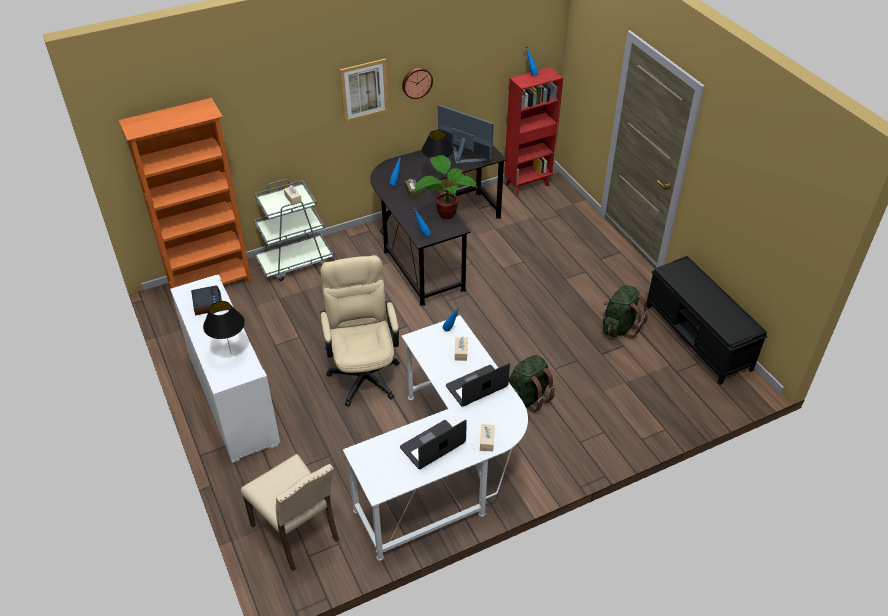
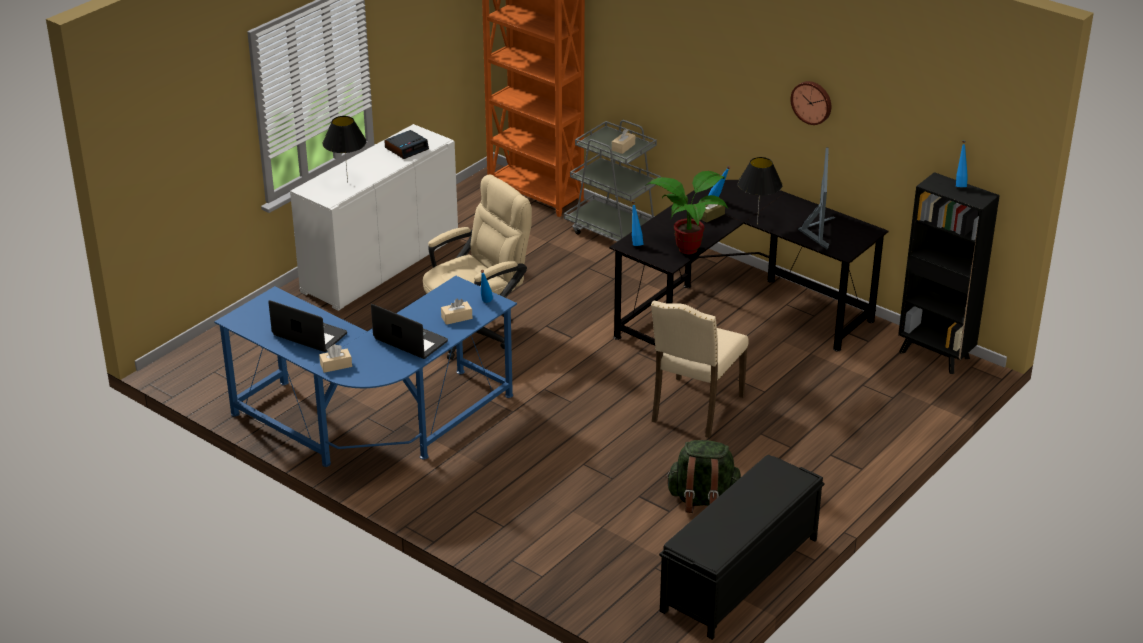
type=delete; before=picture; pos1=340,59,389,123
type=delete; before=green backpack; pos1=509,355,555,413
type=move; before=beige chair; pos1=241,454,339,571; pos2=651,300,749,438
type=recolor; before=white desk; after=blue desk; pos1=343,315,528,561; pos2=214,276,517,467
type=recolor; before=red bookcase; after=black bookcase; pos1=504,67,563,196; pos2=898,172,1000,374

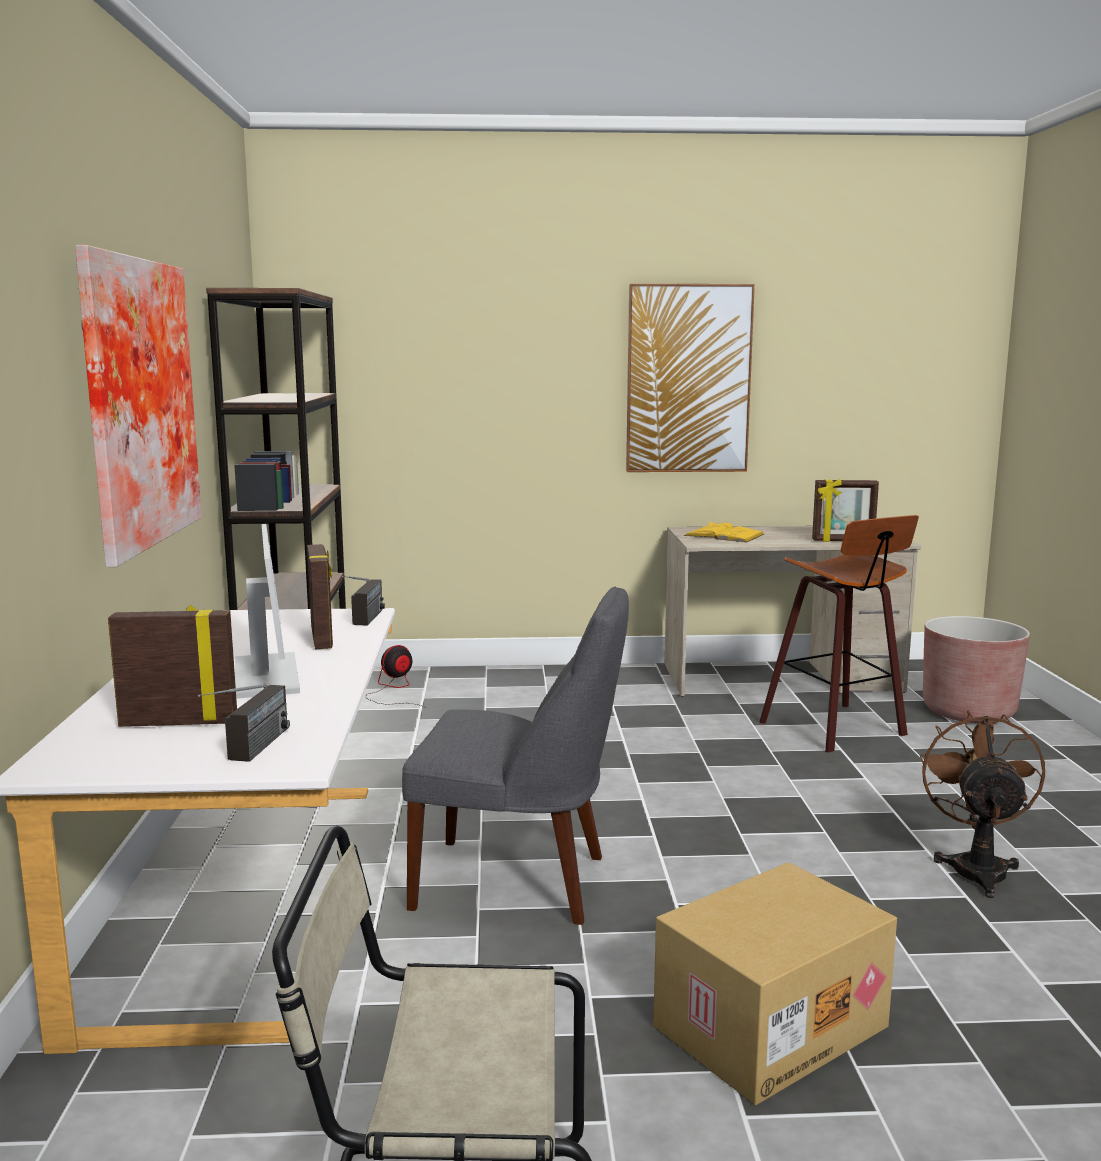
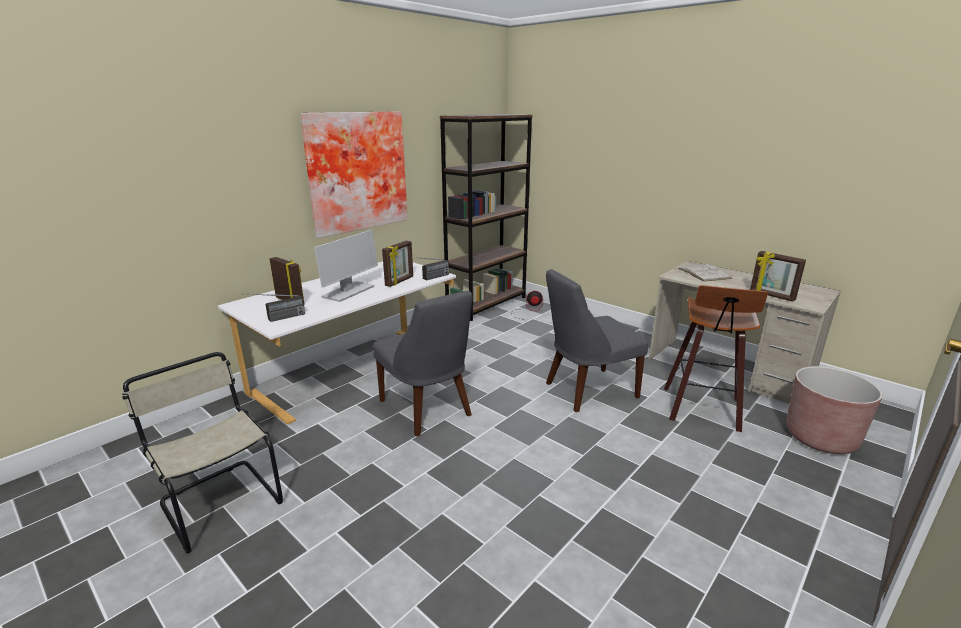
type=delete; before=picture; pos1=626,284,755,472
type=delete; before=cardboard box; pos1=653,862,897,1105
type=delete; before=brown fan; pos1=920,710,1045,898
type=insert; after=grey chair; pos2=546,269,648,412
type=recolor; before=yellow book; after=white book; pos1=684,522,764,542; pos2=678,263,732,282

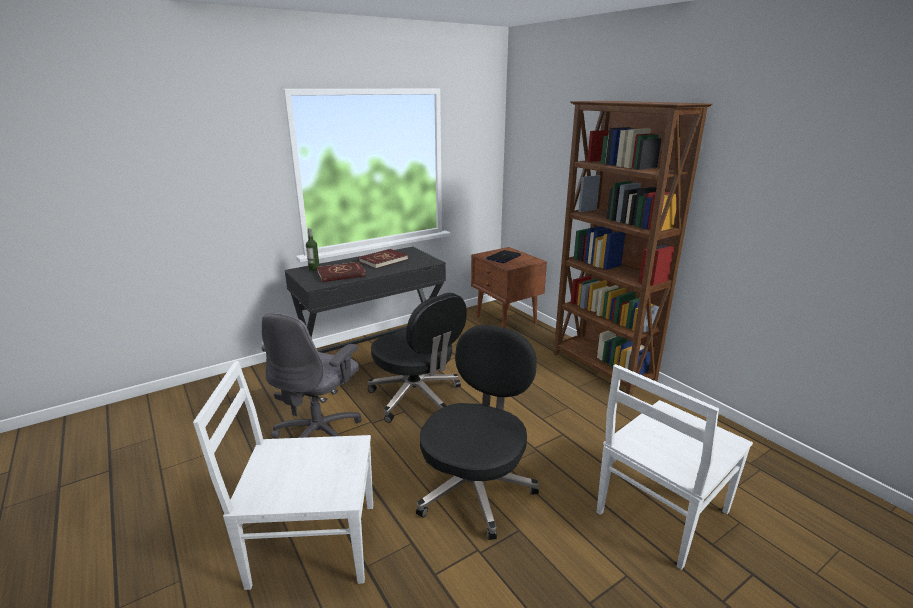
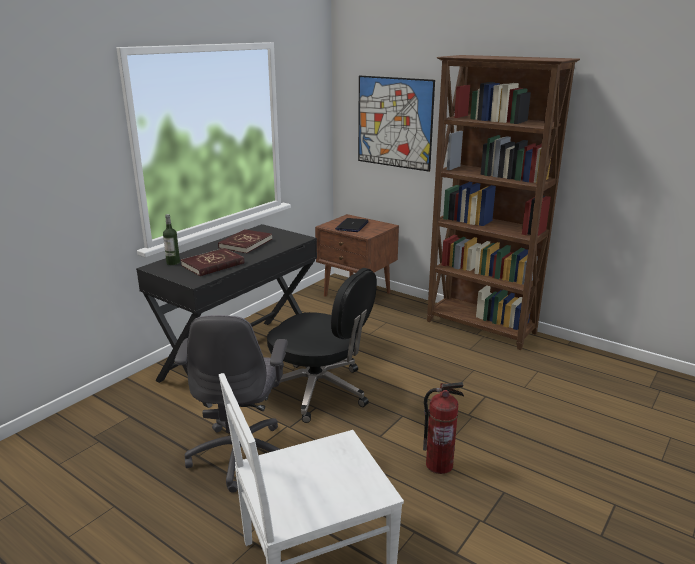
type=delete; before=white chair; pos1=597,364,753,570
type=insert; after=picture; pos2=358,76,435,172
type=replace; before=black office chair; after=fire extinguisher; pos1=416,325,539,540; pos2=423,382,464,474

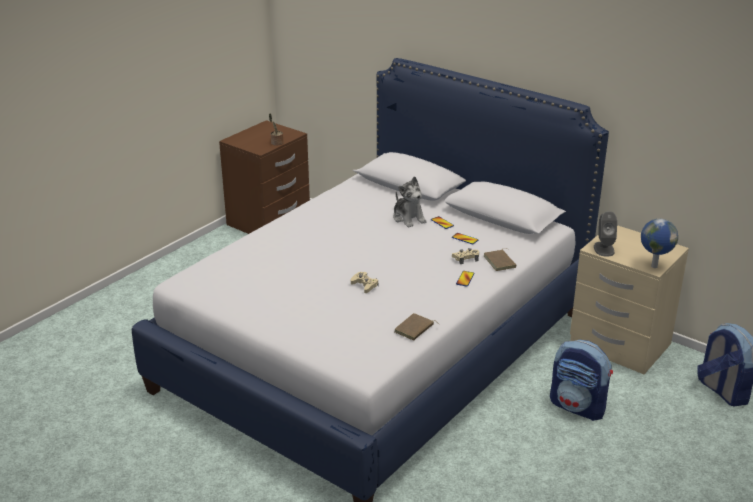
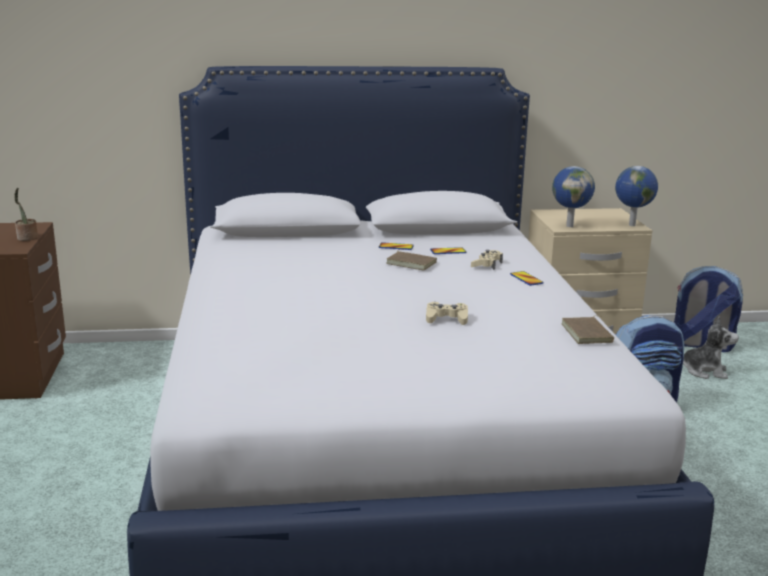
type=move; before=plush toy; pos1=393,176,427,227; pos2=683,316,739,379
type=move; before=brown book; pos1=484,248,516,271; pos2=386,249,437,270
type=replace; before=grey speaker; after=globe; pos1=594,211,617,257; pos2=552,166,595,227

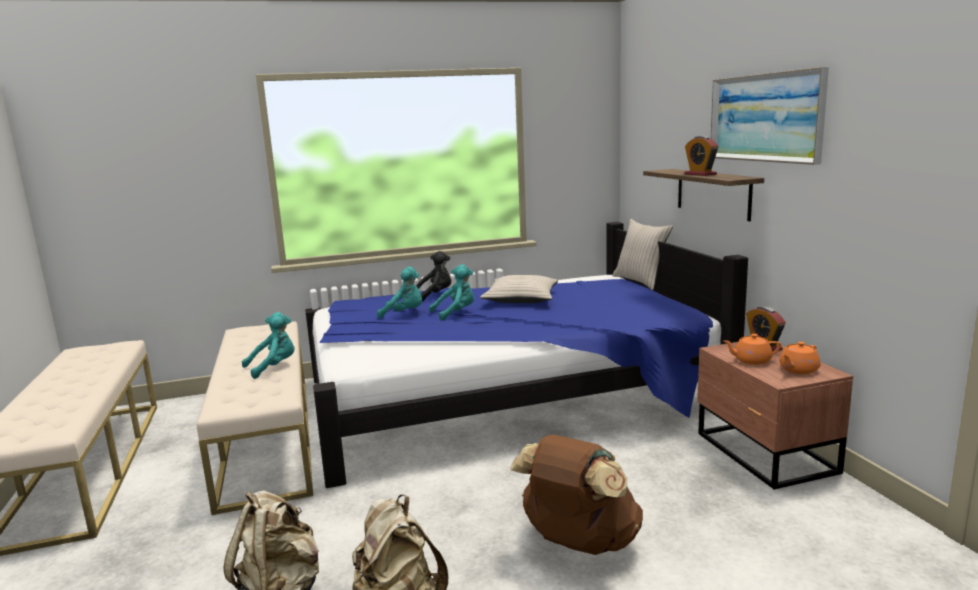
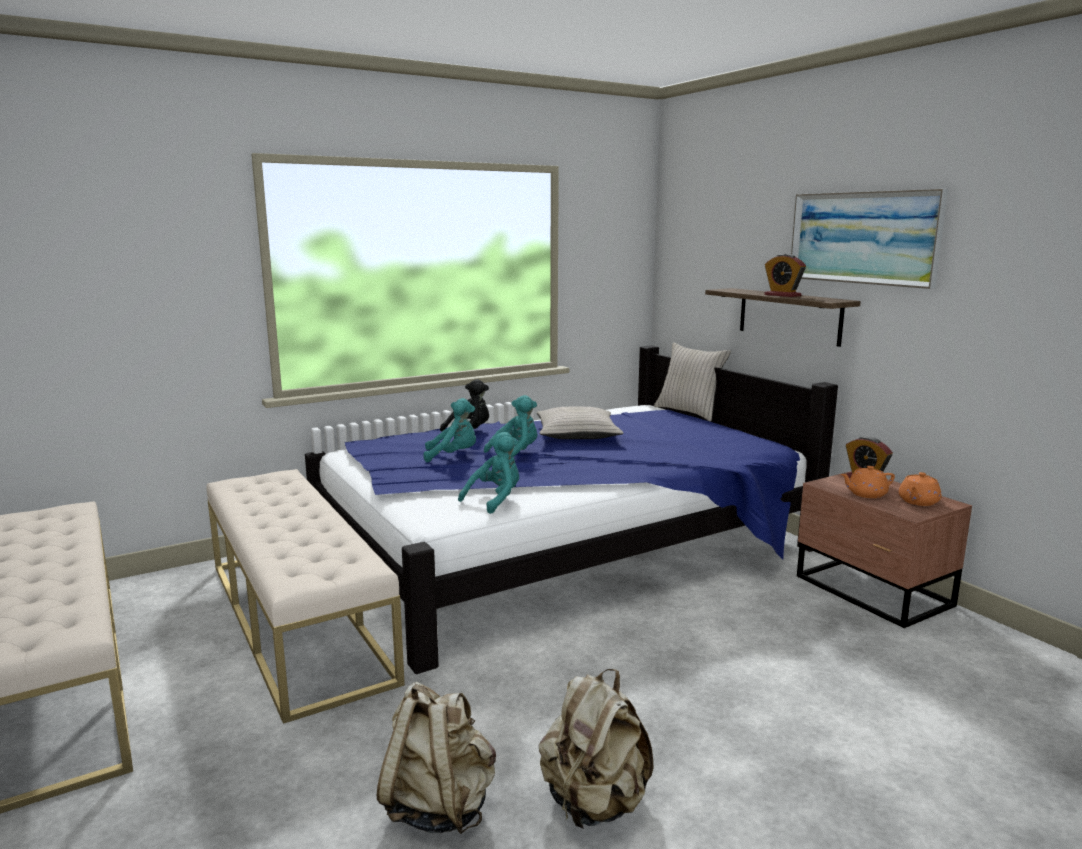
type=delete; before=brown backpack; pos1=510,434,643,555
type=move; before=turquoise plush toy; pos1=242,312,295,379; pos2=458,432,519,514

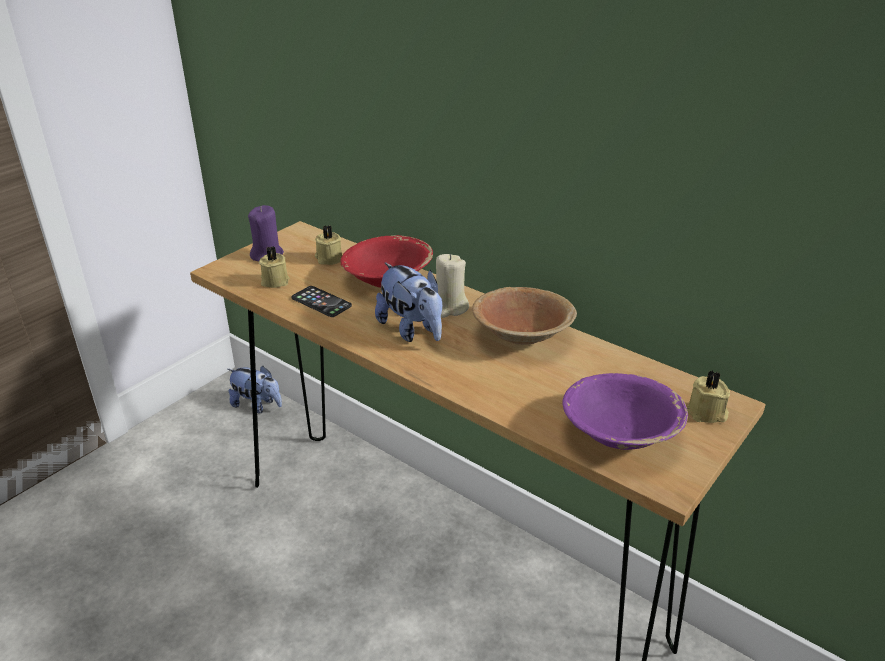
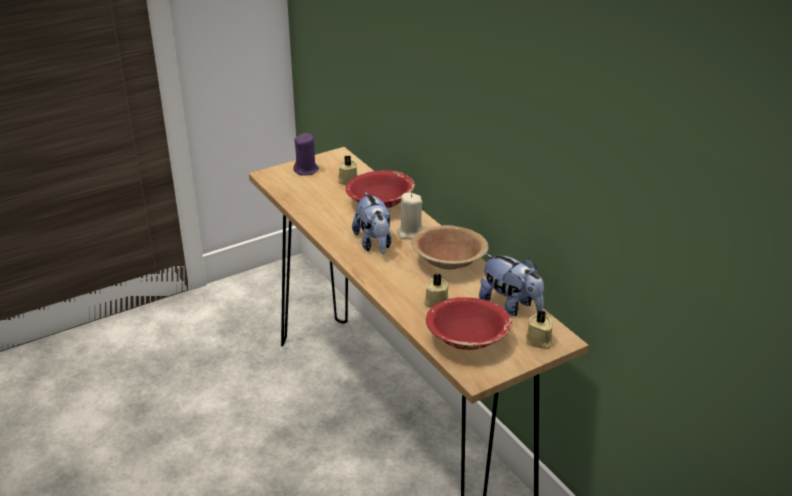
type=delete; before=phone; pos1=291,286,352,317
type=move; before=plush toy; pos1=228,366,282,413; pos2=479,254,544,316
type=move; before=beige candle; pos1=259,246,290,288; pos2=424,274,449,308
type=recolor; before=purple bowl; after=red bowl; pos1=563,373,688,450; pos2=426,297,513,350

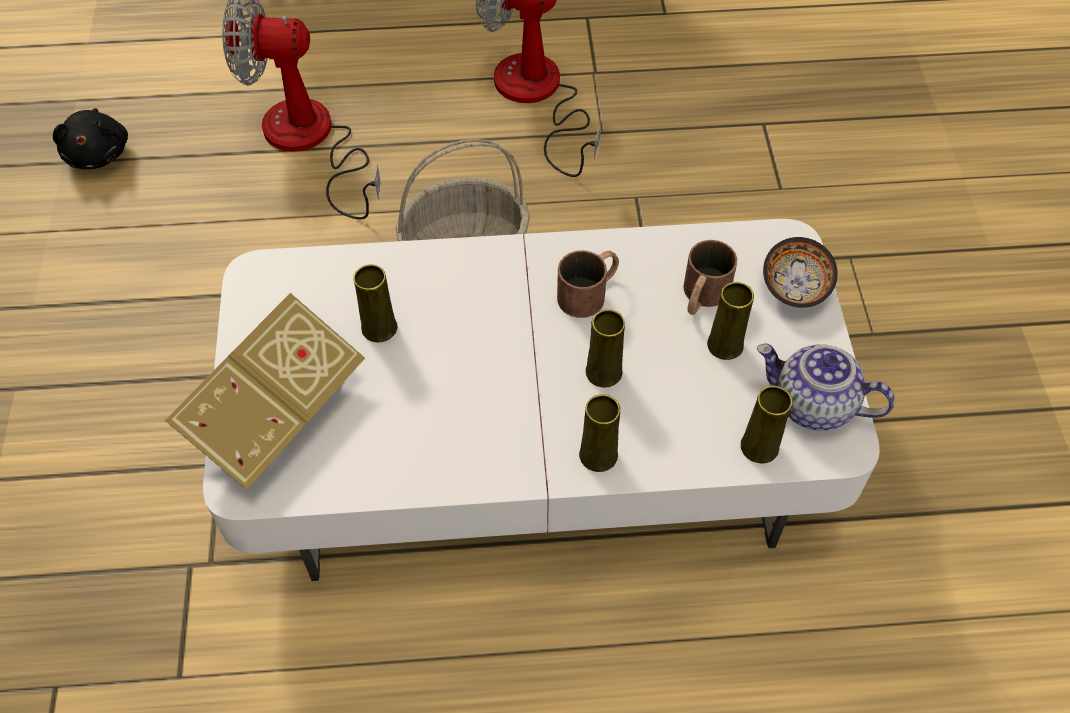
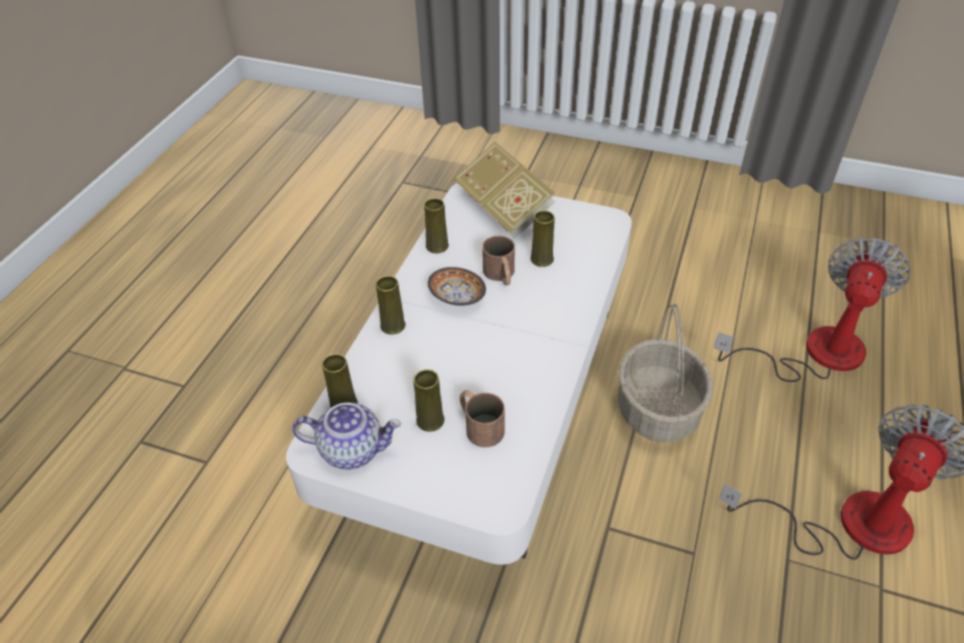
type=delete; before=black plush toy; pos1=53,108,128,169
type=move; before=brown mug; pos1=557,250,619,318; pos2=482,236,515,286
type=move; before=yellow vase; pos1=586,309,625,387; pos2=424,198,449,253
type=move; before=bowl; pos1=763,237,838,308; pos2=428,267,486,306
type=rotate; before=teapot; pos1=757,344,895,431; pos2=292,403,401,469; turn=45

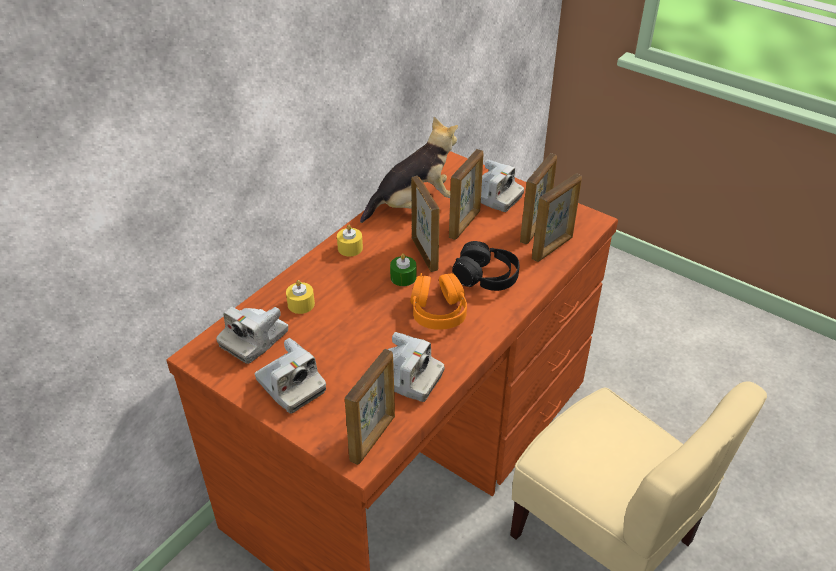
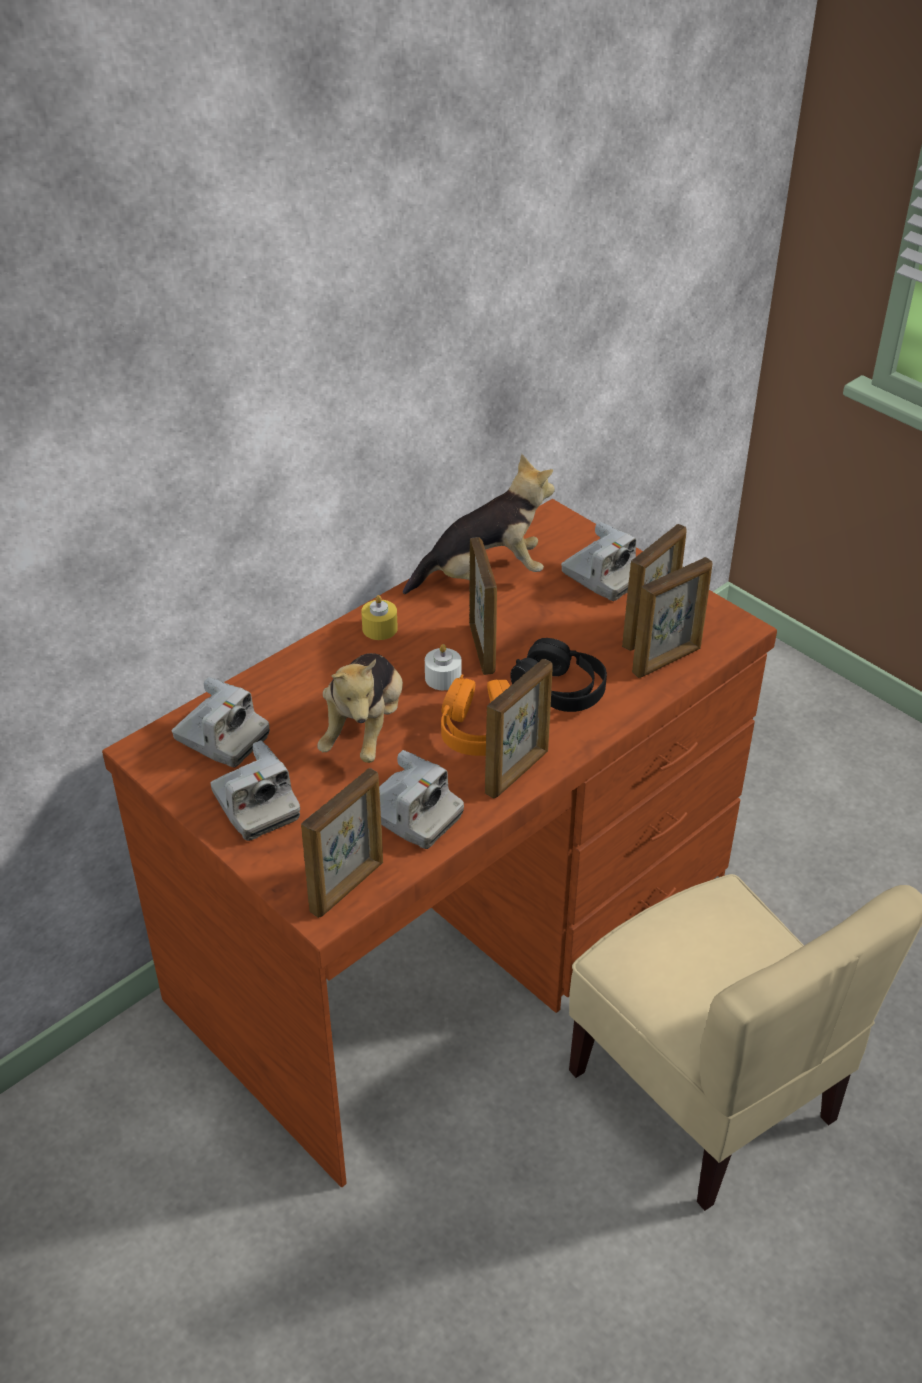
type=delete; before=yellow candle; pos1=286,280,315,314
type=insert; after=plush toy; pos2=317,653,403,763
type=move; before=picture frame; pos1=449,149,483,240; pos2=485,658,553,798
type=recolor; before=green candle; after=white candle; pos1=390,253,416,286; pos2=425,644,462,690
type=rotate; before=photo camera; pos1=216,307,288,364; pos2=172,677,270,767; turn=-105

